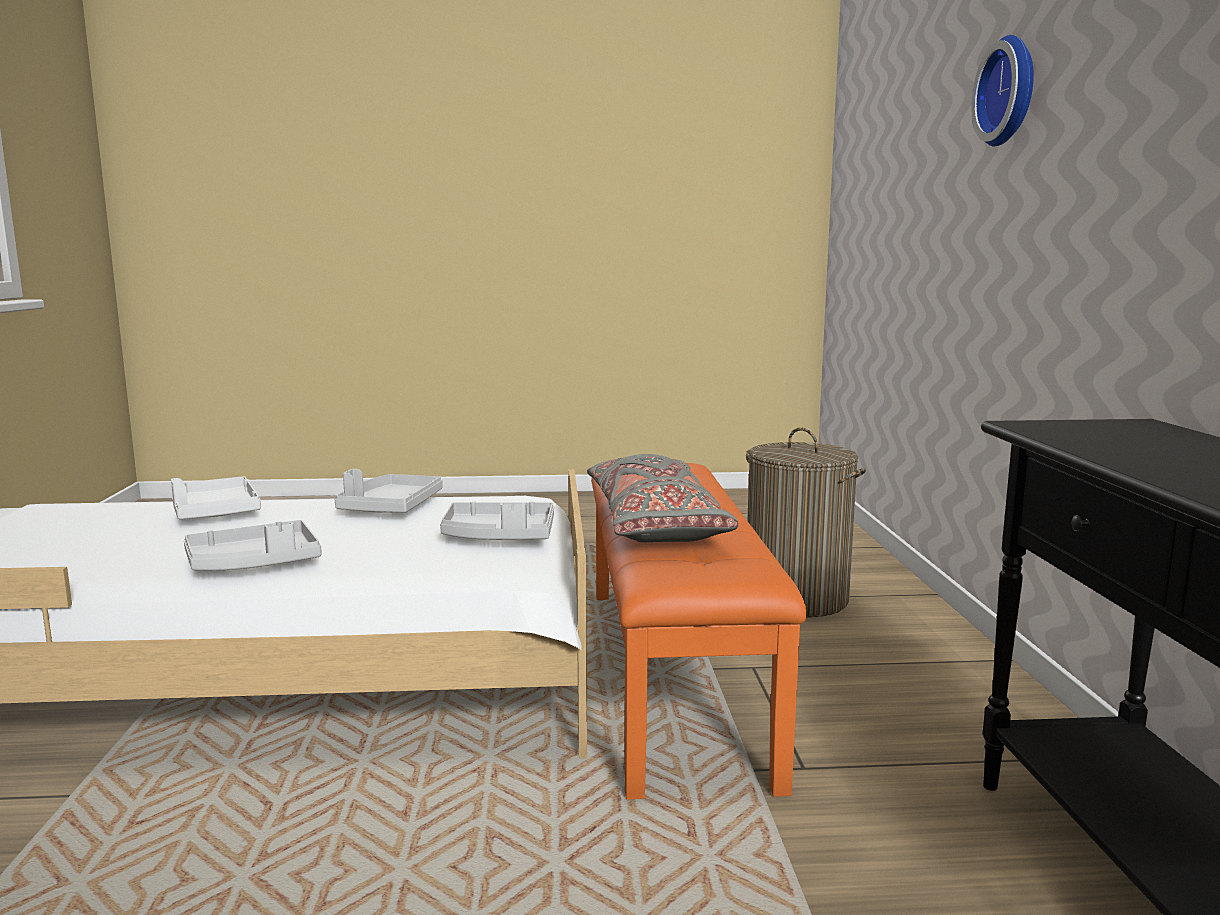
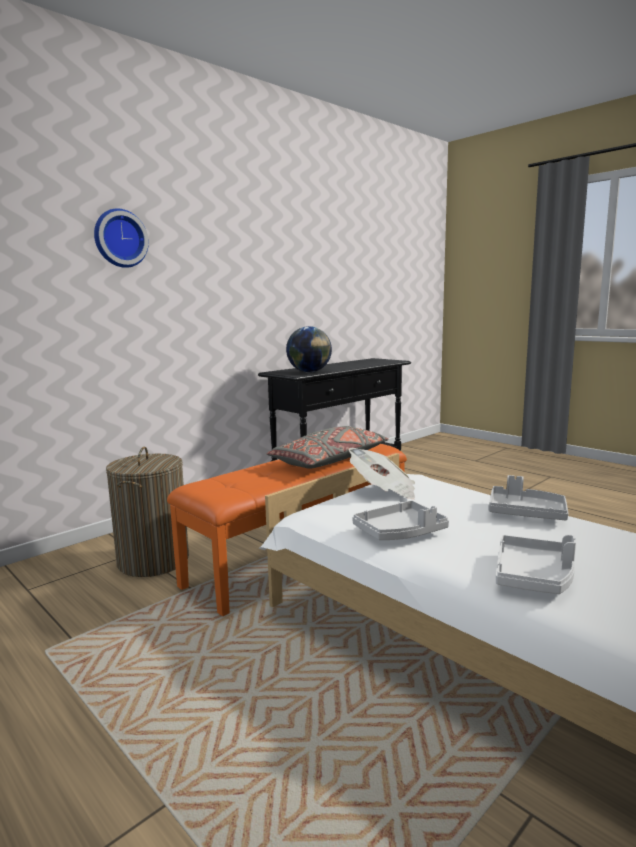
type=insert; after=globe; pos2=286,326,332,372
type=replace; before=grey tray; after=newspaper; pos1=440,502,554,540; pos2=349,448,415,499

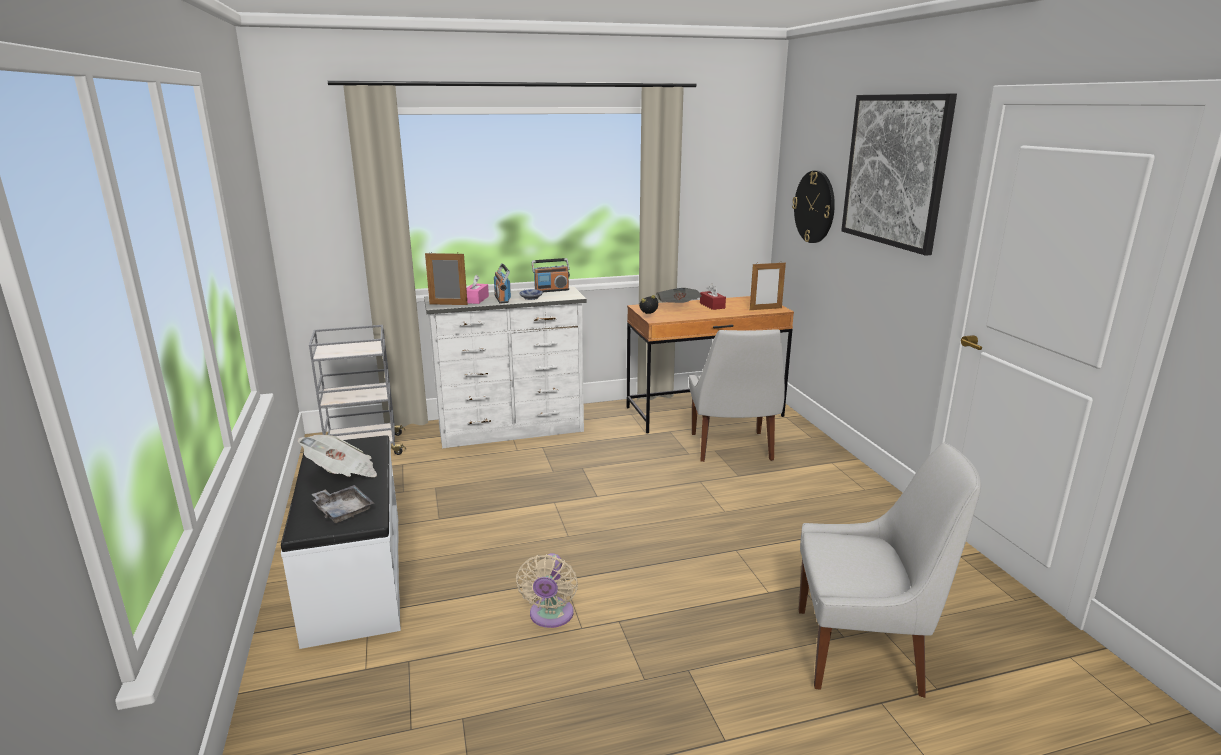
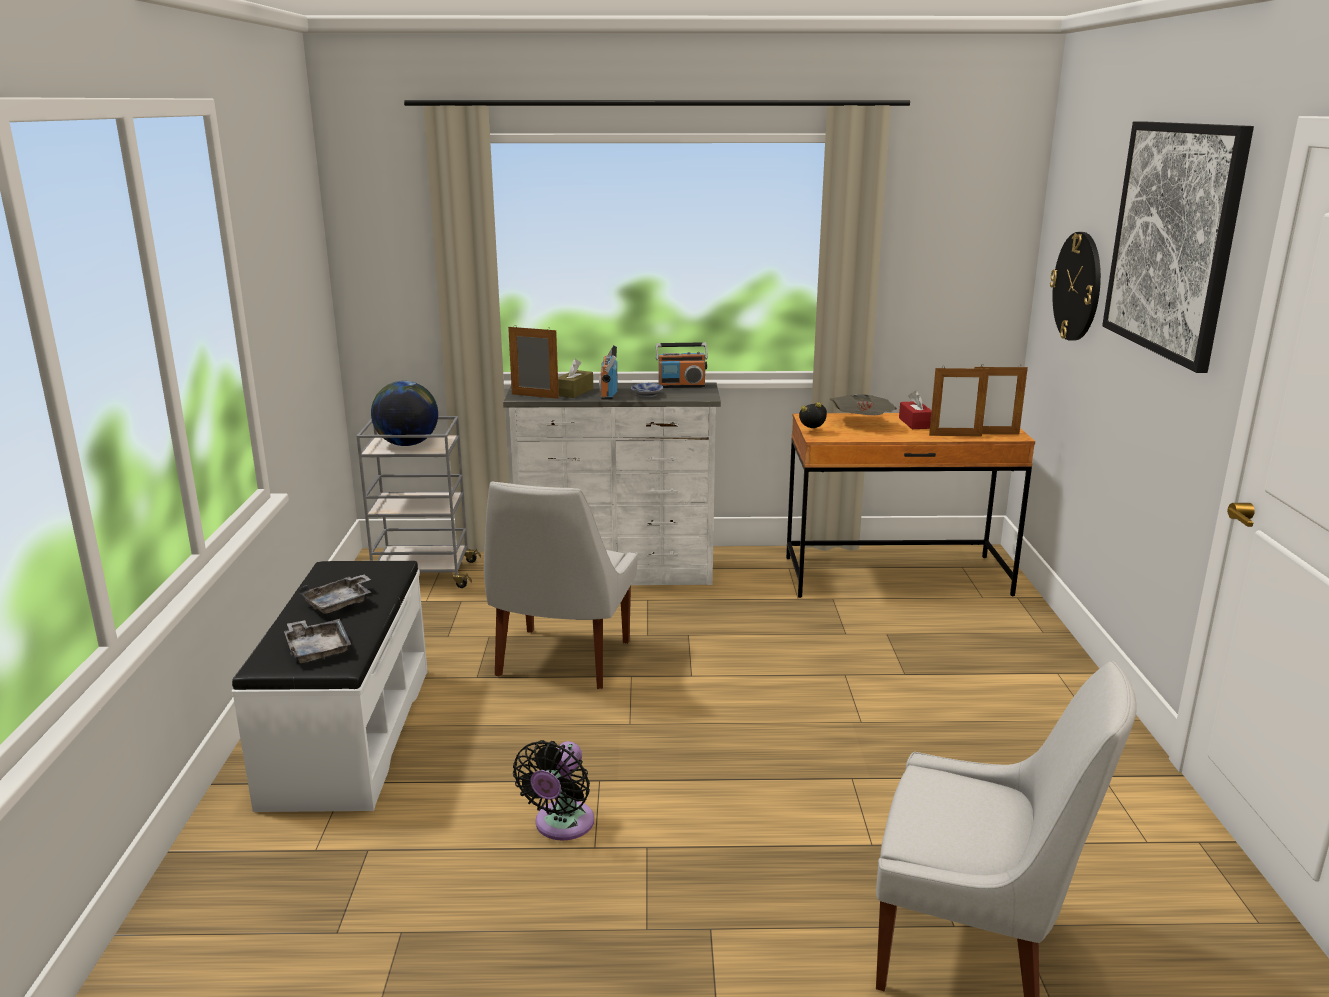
type=insert; after=globe; pos2=371,381,438,446
type=insert; after=picture frame; pos2=929,366,989,437
type=move; before=white chair; pos1=689,329,785,462; pos2=484,482,638,689
type=replace; before=newspaper; after=grey tray; pos1=298,435,377,477; pos2=299,574,371,614
type=recolor; before=pink tissue box; after=brown tissue box; pos1=466,275,489,304; pos2=558,359,593,398
type=recolor; before=beige fan; after=black fan; pos1=516,553,578,628; pos2=513,740,594,841

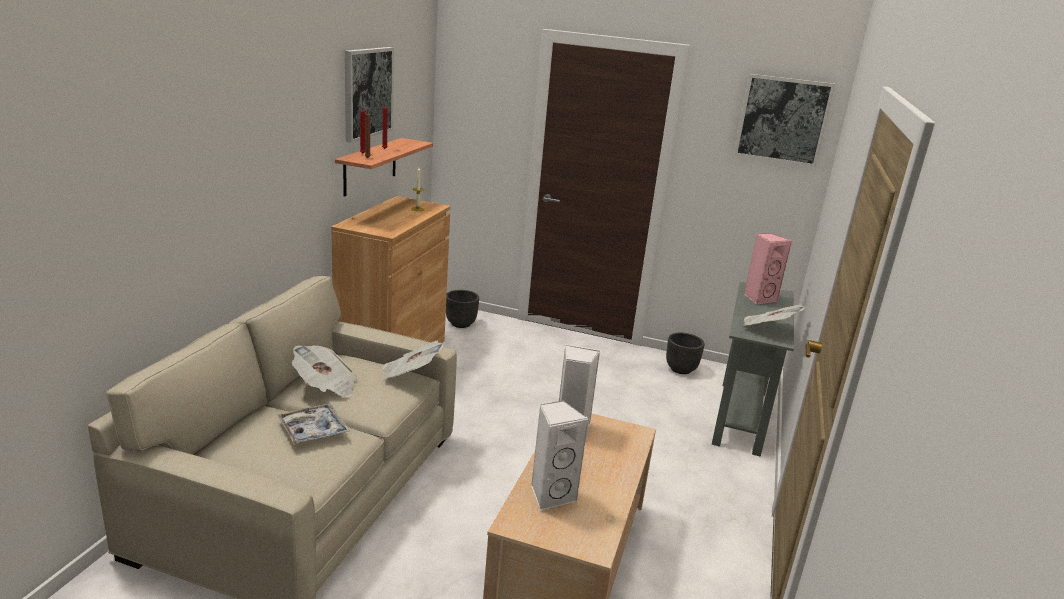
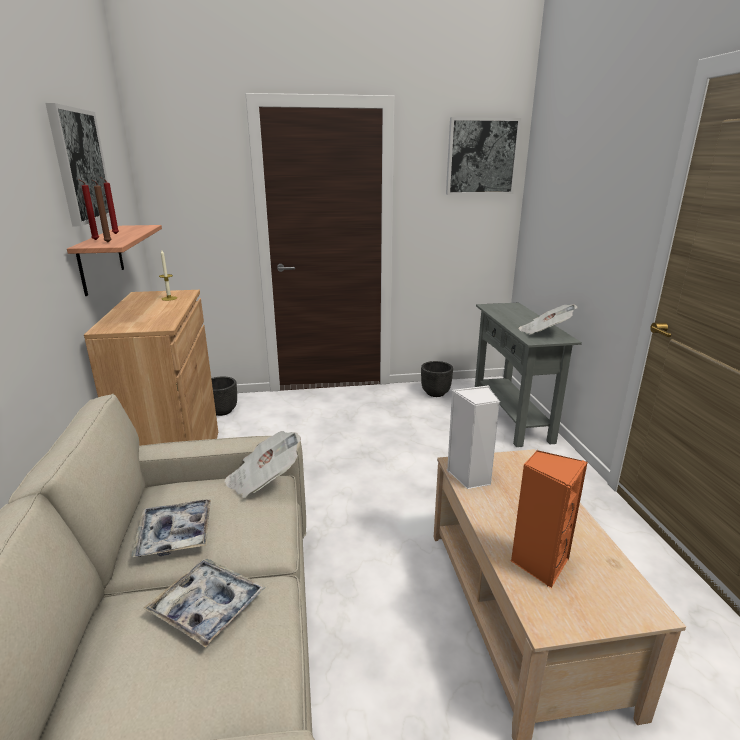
type=delete; before=pink speaker; pos1=744,233,792,305
type=replace; before=newspaper; after=tray; pos1=292,345,357,398; pos2=131,499,211,557
type=recolor; before=white speaker; after=orange speaker; pos1=531,400,589,510; pos2=511,450,588,588

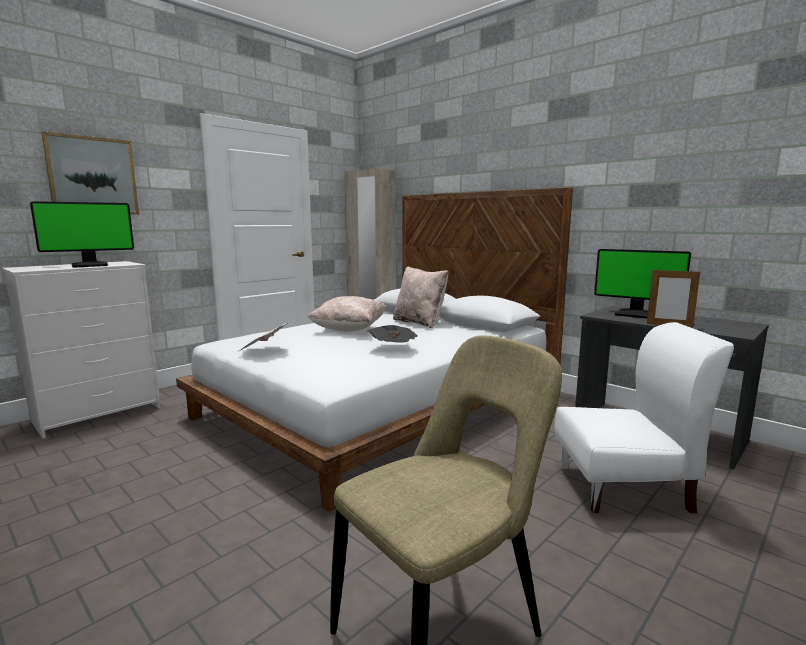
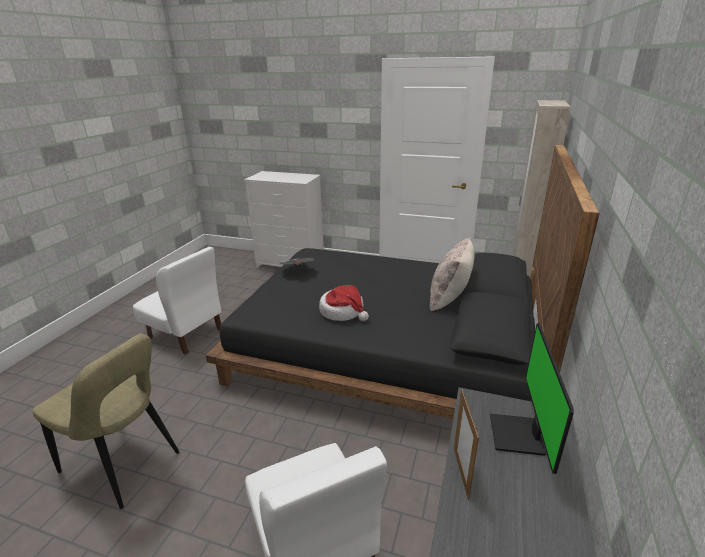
type=delete; before=monitor; pos1=30,201,134,268
type=delete; before=picture; pos1=41,131,139,215
type=delete; before=beige pillow; pos1=307,296,386,332
type=insert; after=white chair; pos2=133,247,222,355
type=replace; before=newspaper; after=hat; pos1=367,325,418,343; pos2=319,285,369,322
type=recolor; before=white bed; after=black bed; pos1=176,187,573,512; pos2=206,145,600,419

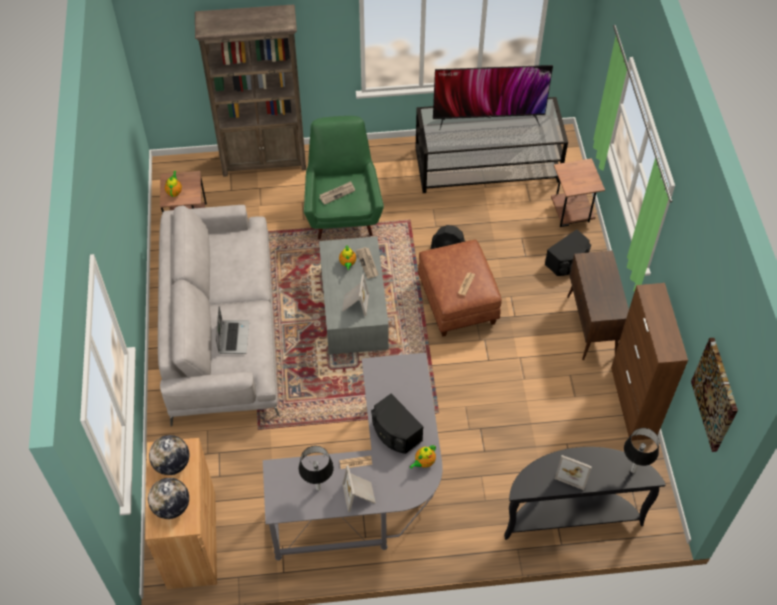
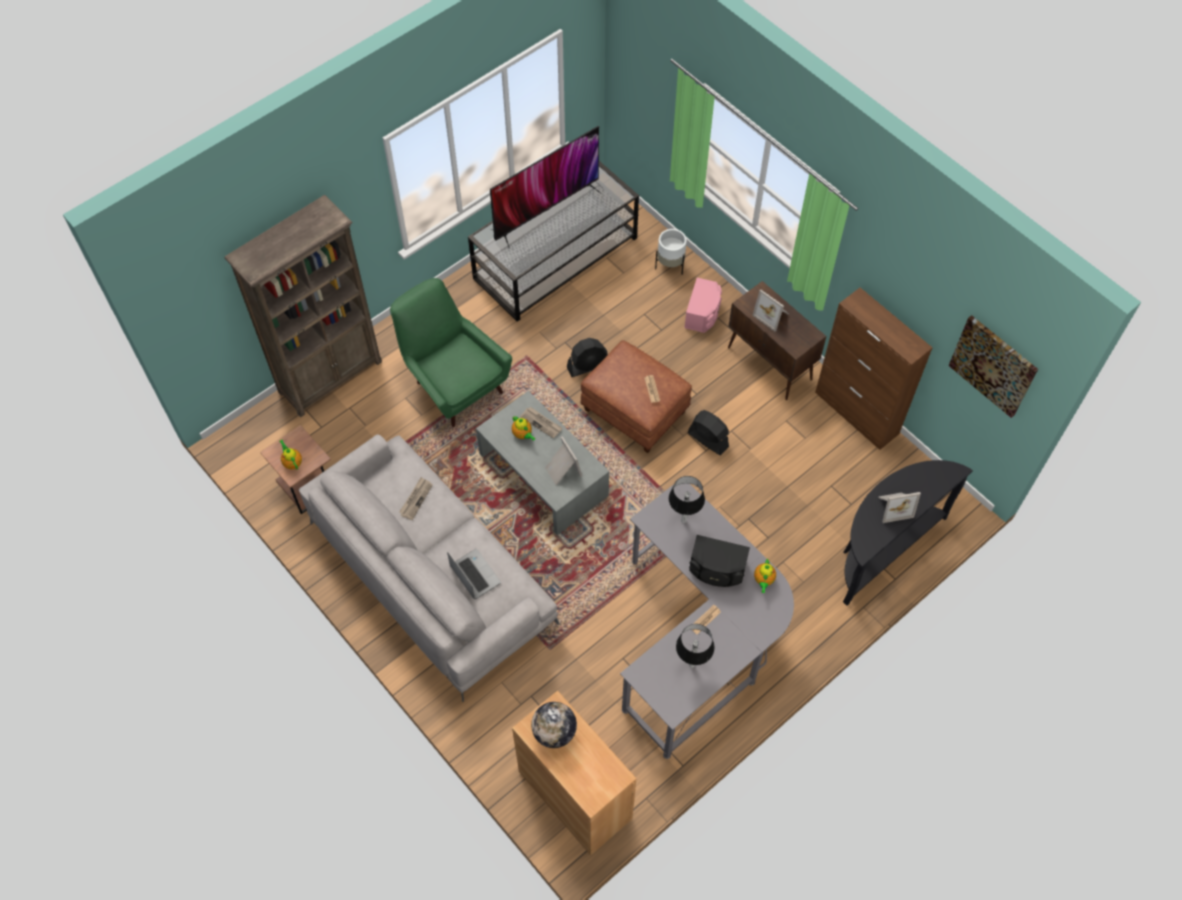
type=delete; before=globe; pos1=148,478,189,519
type=insert; after=black fan; pos2=688,410,729,455
type=move; before=newspaper; pos1=319,181,355,205; pos2=399,477,433,520
type=move; before=picture frame; pos1=342,465,376,512; pos2=752,290,789,331
type=move; before=table lamp; pos1=624,428,659,473; pos2=669,476,705,523
type=replace; before=brown side table; after=white planter; pos1=551,158,605,227; pos2=655,229,687,275
type=recolor; before=black speaker; after=pink speaker; pos1=545,229,591,276; pos2=685,278,722,333

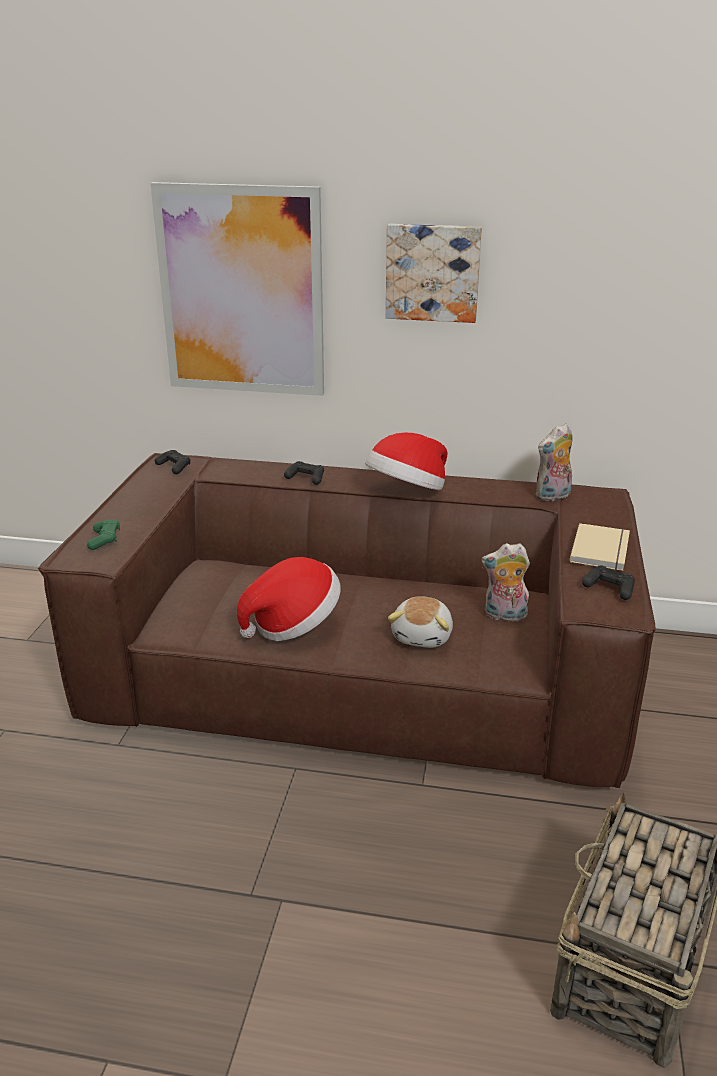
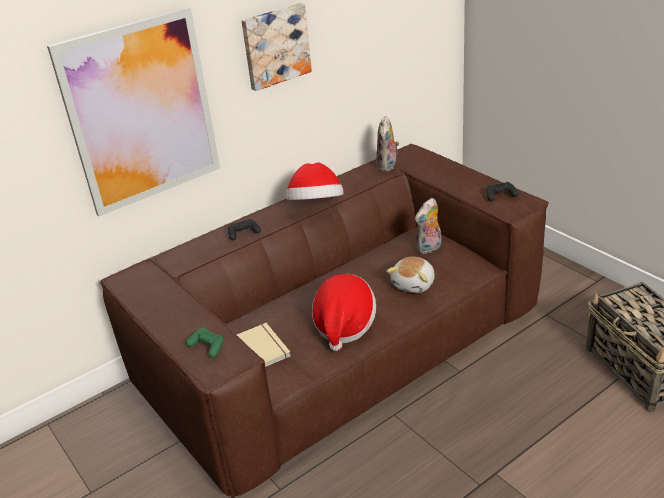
type=delete; before=black game controller; pos1=155,450,190,474
type=move; before=beige book; pos1=570,523,630,571; pos2=237,323,291,367
type=rotate; before=plush toy; pos1=388,596,453,648; pos2=386,257,435,293; turn=60

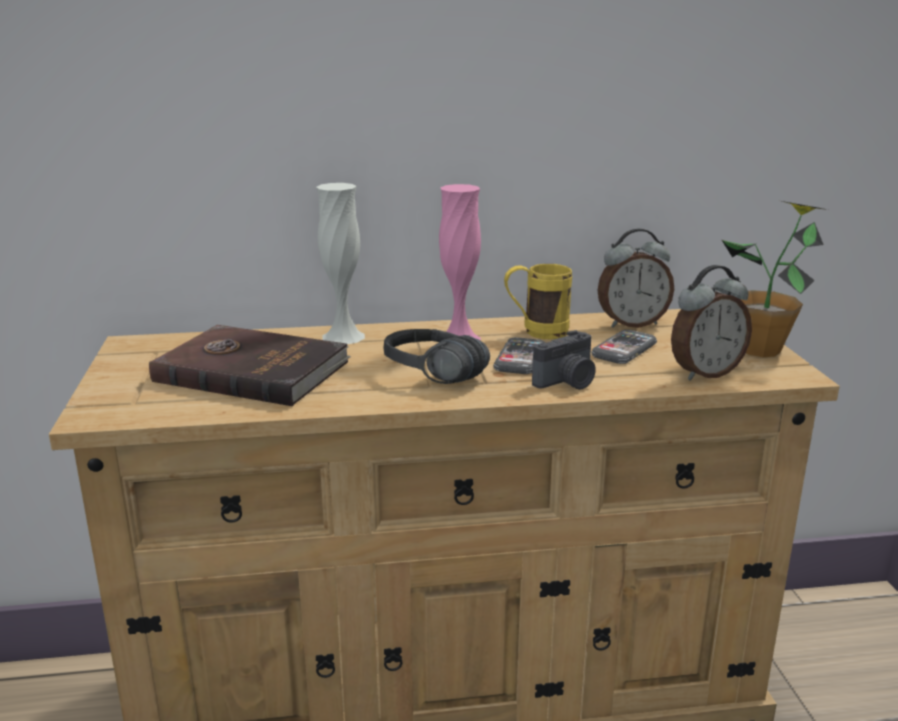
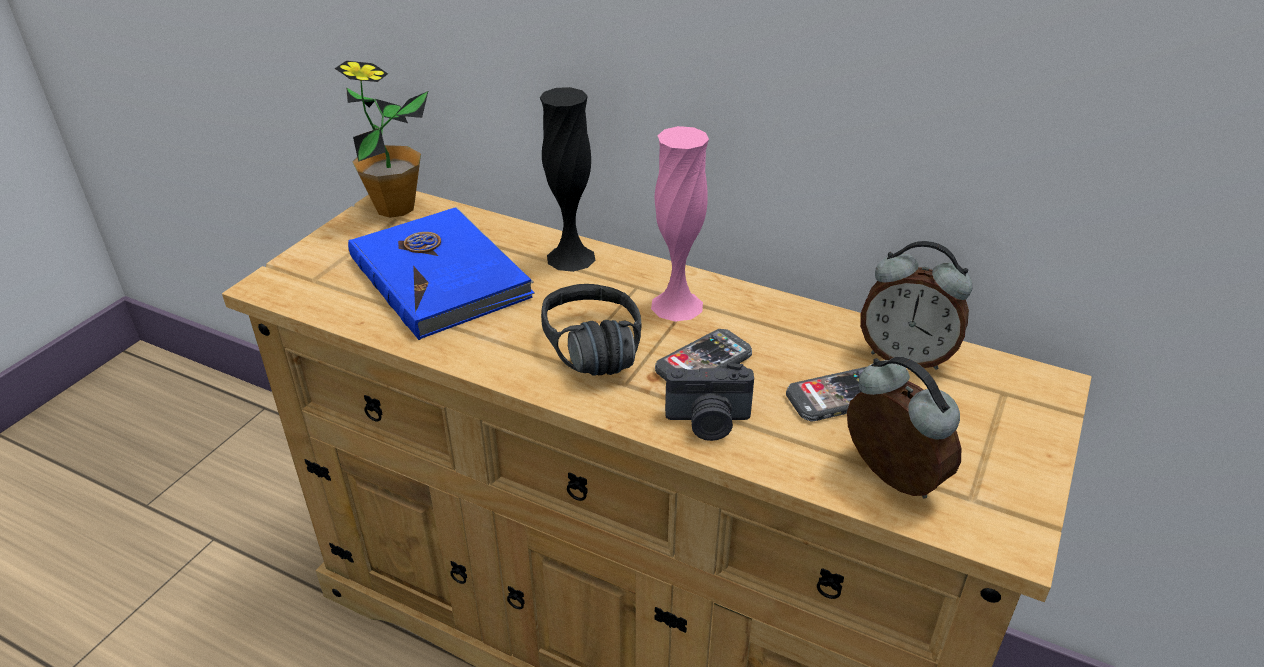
type=delete; before=yellow mug; pos1=504,264,572,339
type=move; before=potted plant; pos1=722,201,828,357; pos2=335,61,428,218
type=recolor; before=brown book; after=blue book; pos1=149,325,351,406; pos2=348,207,535,340
type=recolor; before=white vase; after=black vase; pos1=316,183,365,344; pos2=540,87,595,272
type=rotate; before=alarm clock; pos1=671,265,752,380; pos2=847,357,961,498; turn=-135

